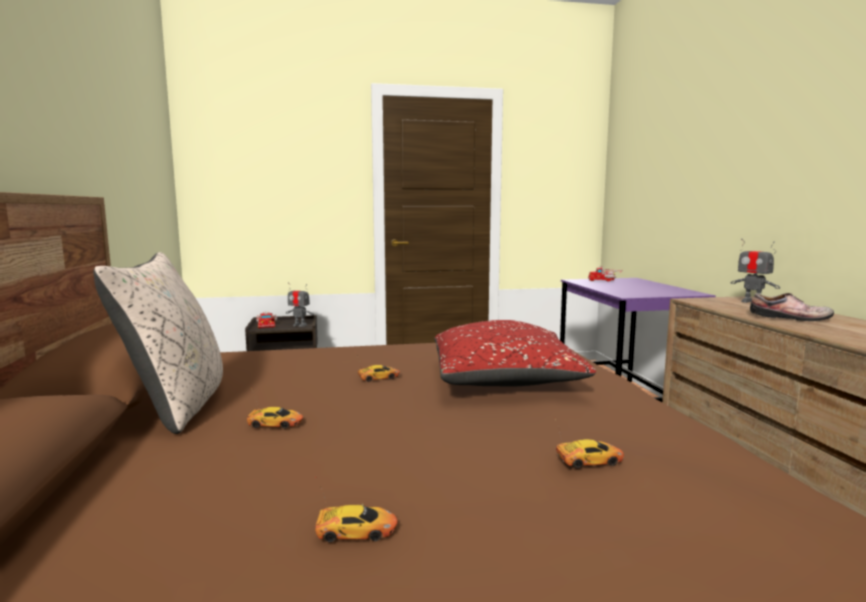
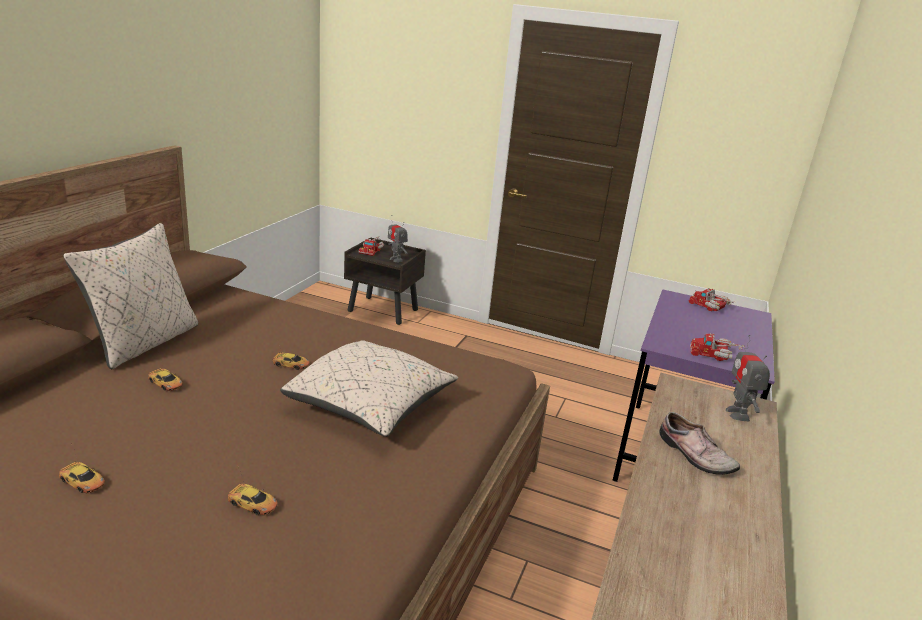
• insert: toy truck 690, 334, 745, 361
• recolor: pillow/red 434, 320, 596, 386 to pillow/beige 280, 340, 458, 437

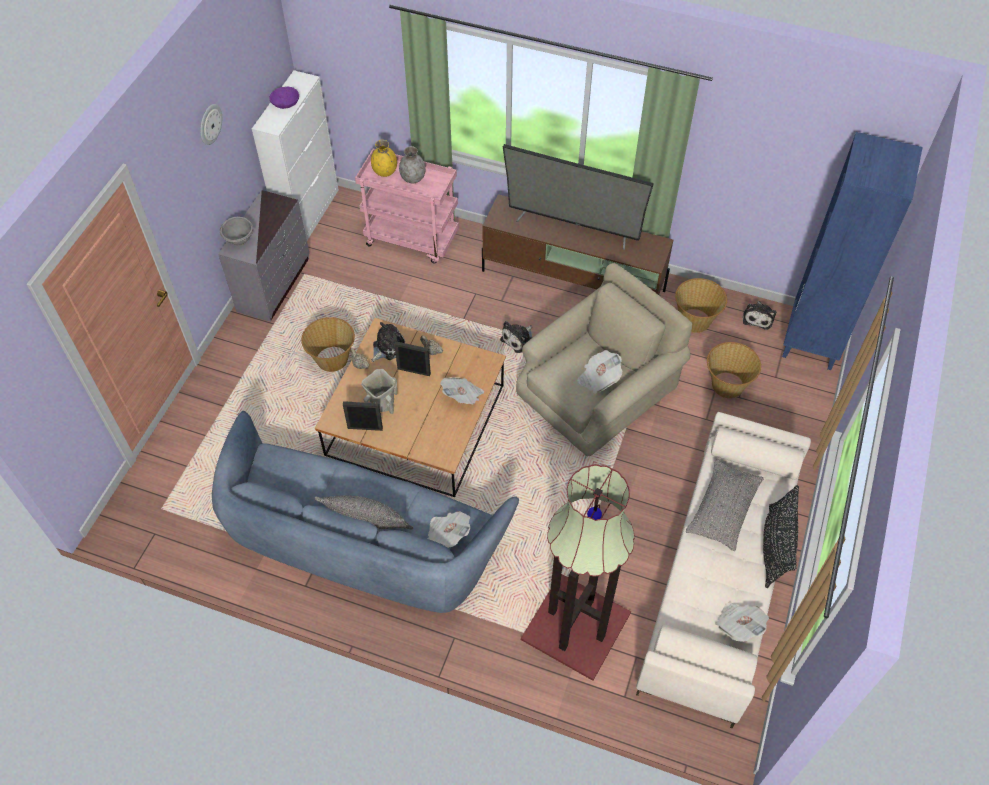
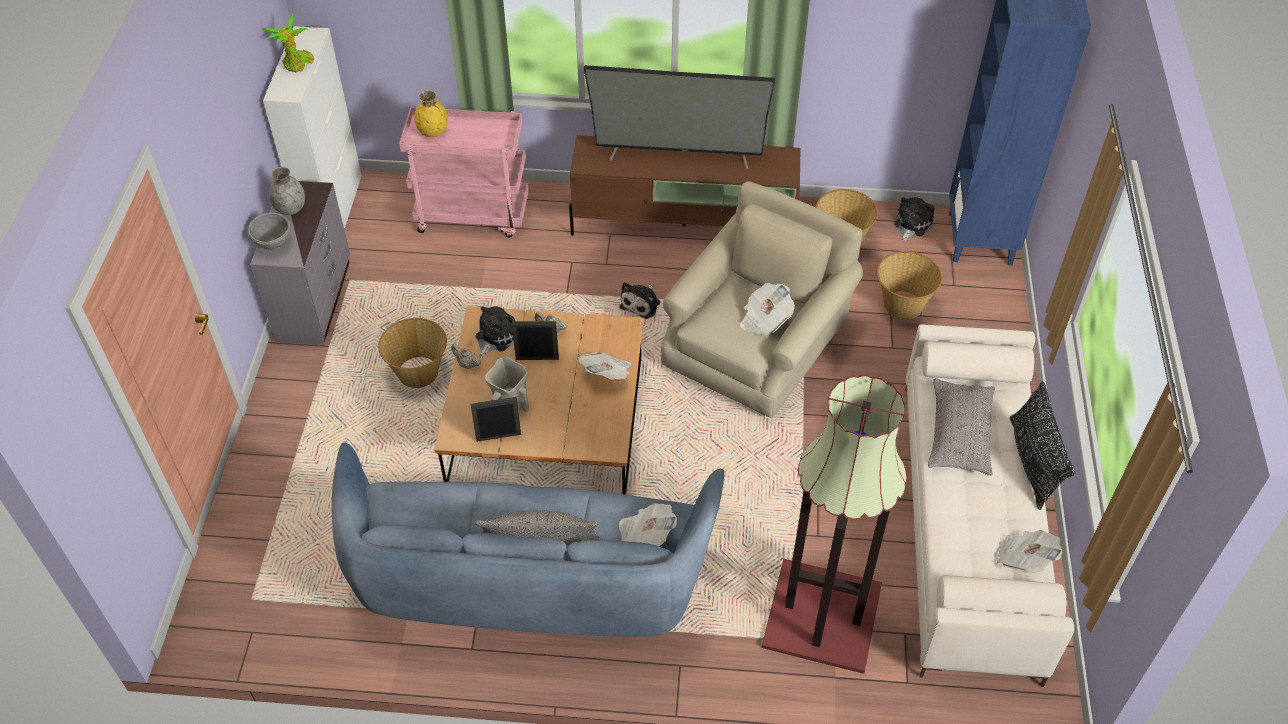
• delete: wall clock 200, 104, 222, 145
• move: vase/grey 399, 146, 426, 183 to 269, 167, 305, 215
• replace: bowl/purple 270, 87, 299, 109 to potted plant 263, 13, 314, 72
• rotate: plush toy 743, 301, 776, 330 = 894, 197, 934, 242 150 degrees counterclockwise

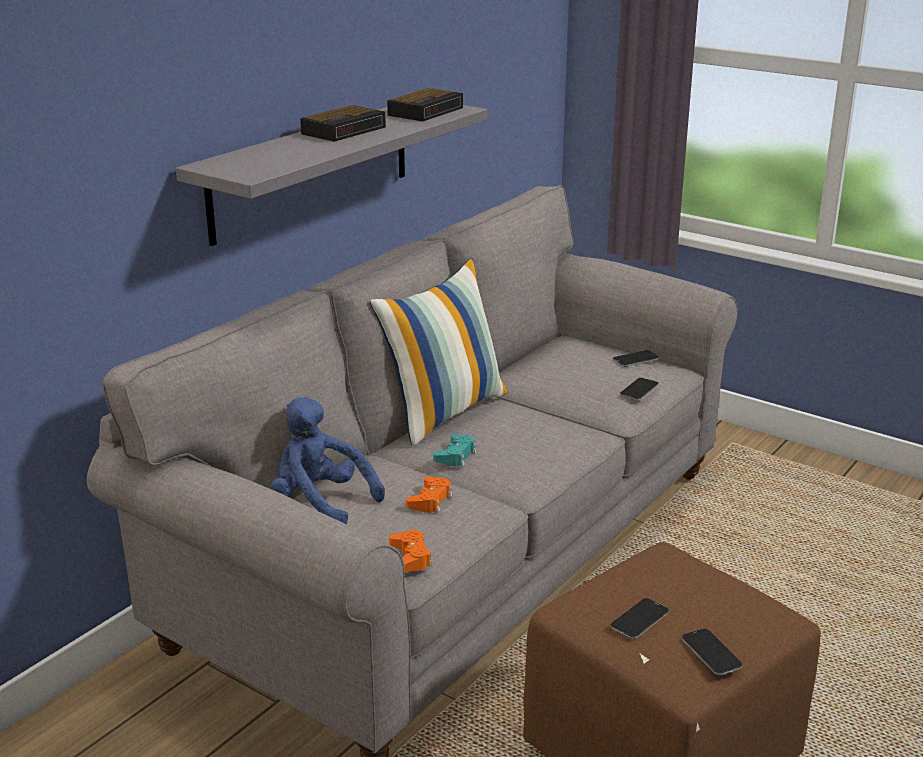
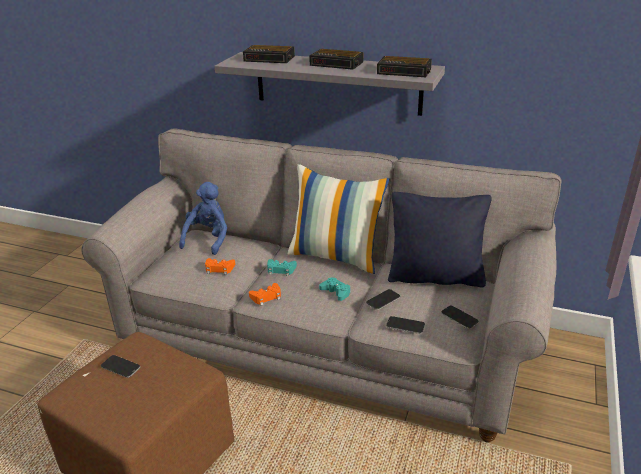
• insert: alarm clock 243, 45, 295, 63
• insert: game controller/turquoise 319, 277, 351, 301
• insert: pillow/black 388, 192, 492, 287
• move: game controller/orange 389, 530, 432, 572 to 249, 283, 281, 306
• move: phone 682, 629, 743, 675 to 366, 289, 400, 310

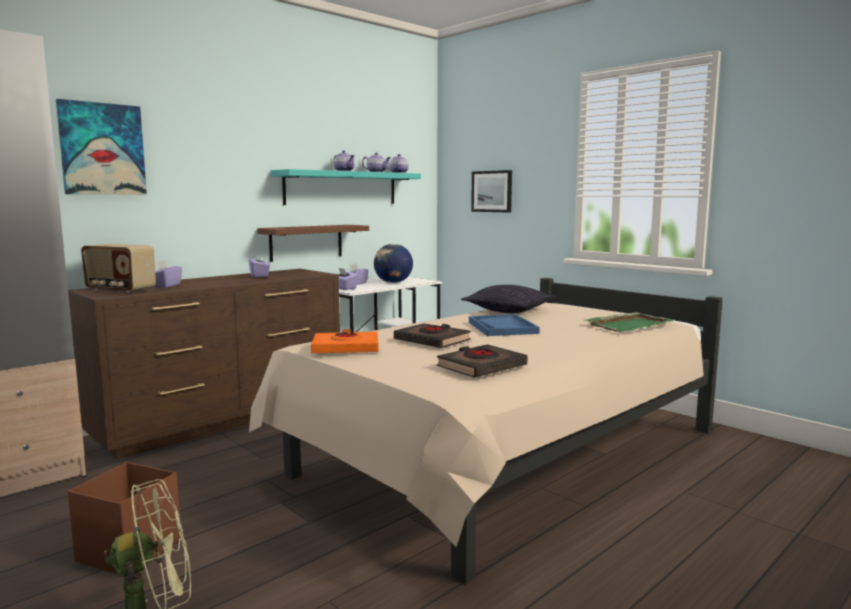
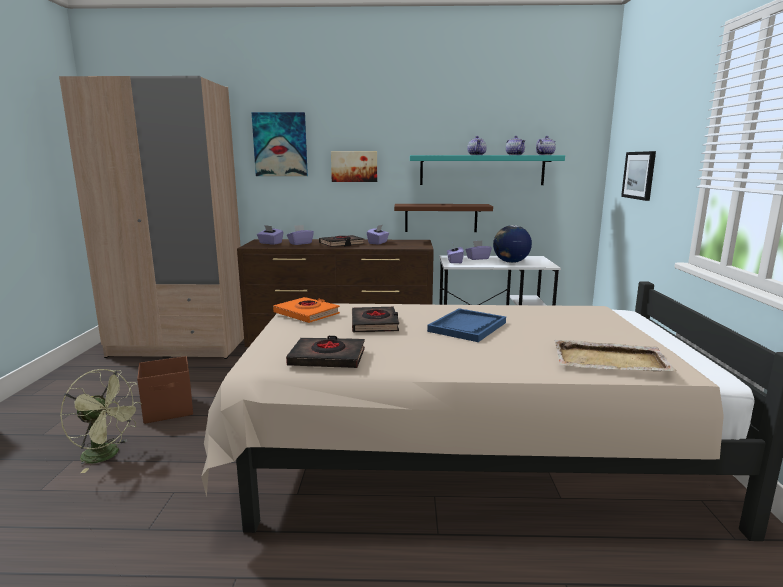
• delete: pillow 461, 285, 555, 313
• insert: book/black 319, 235, 365, 247
• insert: picture 331, 151, 377, 182
• replace: radio 81, 244, 156, 293 to tissue box/purple 257, 225, 284, 245
• recolor: tray/green 583, 312, 675, 332 to tray/beige 555, 340, 676, 371

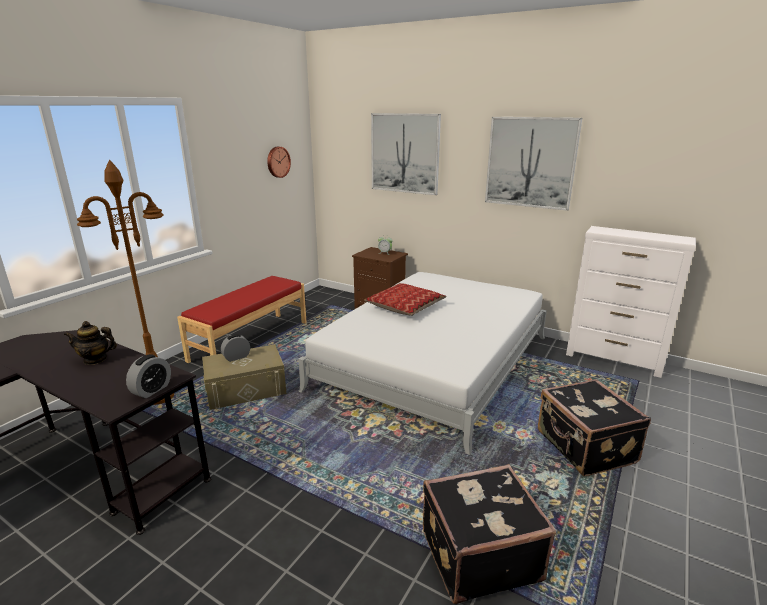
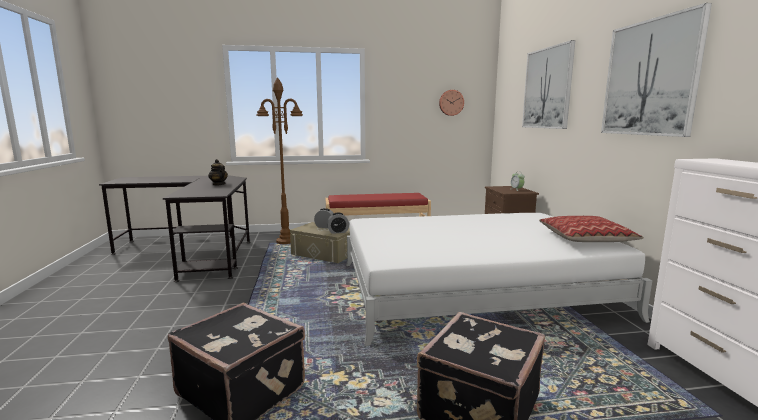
• move: alarm clock 126, 354, 171, 398 to 327, 213, 349, 234
• move: pillow 364, 283, 447, 316 to 539, 216, 644, 242

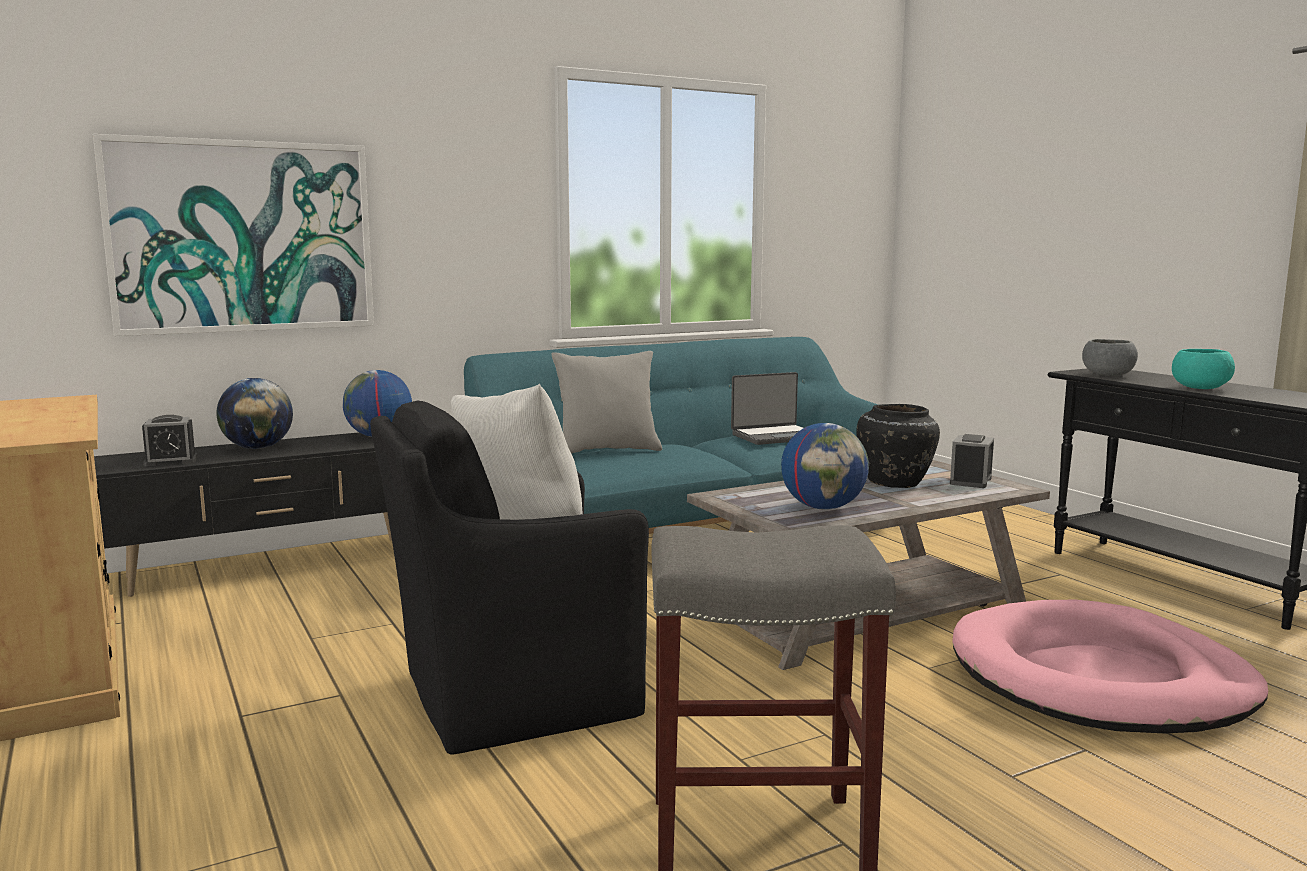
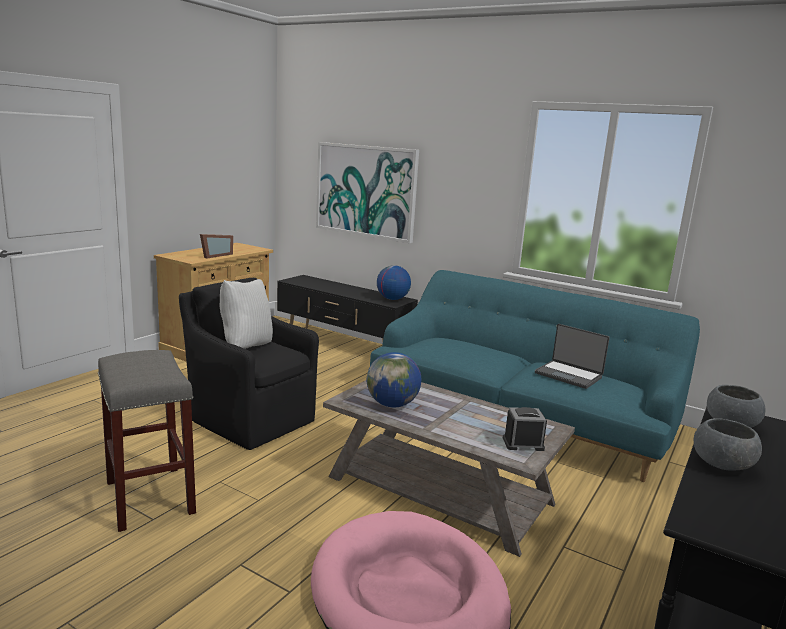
• delete: alarm clock 142, 415, 197, 466
• delete: globe 217, 378, 293, 449
• delete: pillow/grey 552, 351, 662, 454
• delete: vase/black 856, 404, 940, 488
• insert: picture frame 200, 234, 233, 258
• recolor: bowl/turquoise 1172, 349, 1235, 389 to bowl/grey 694, 418, 762, 471

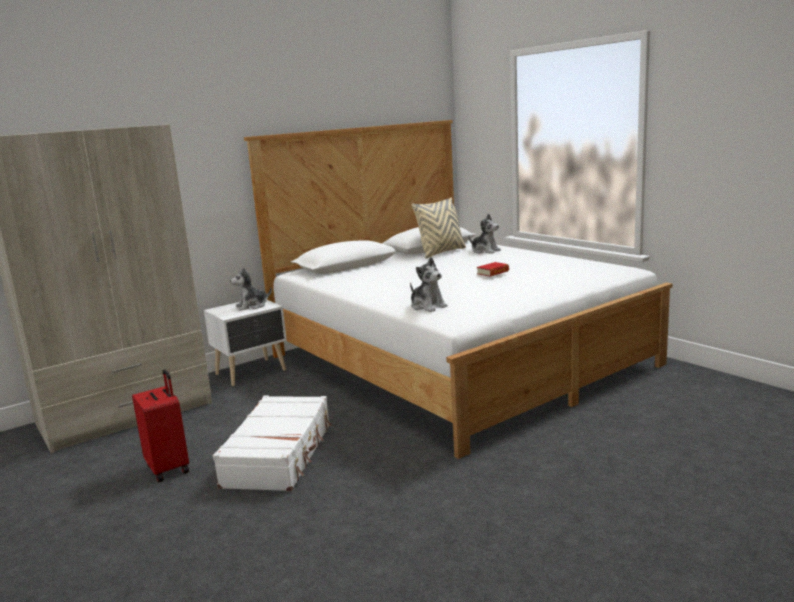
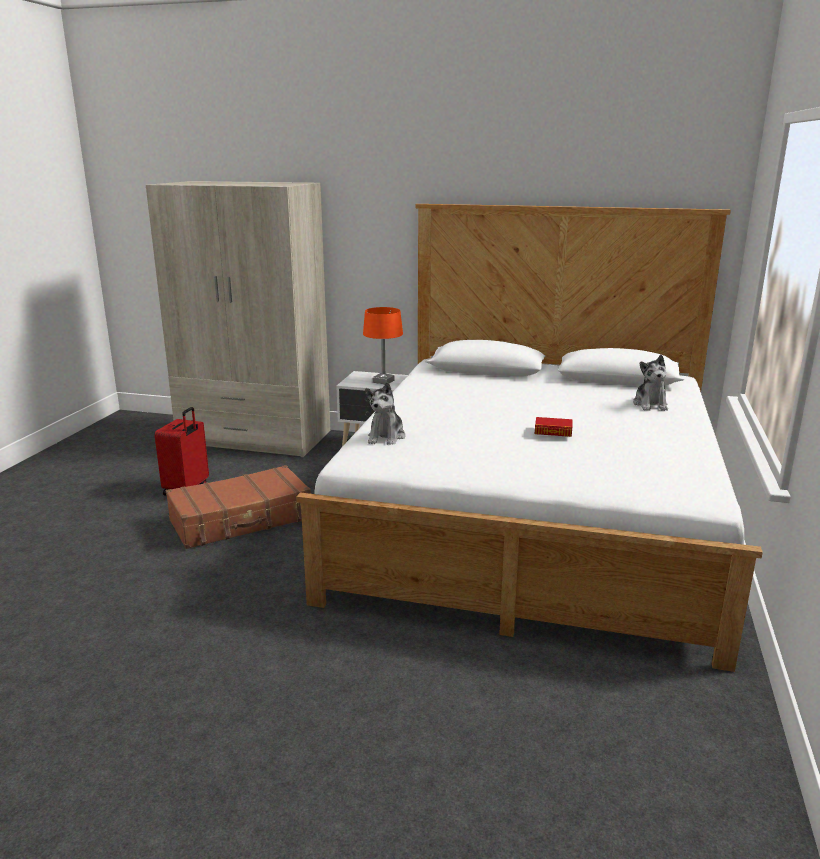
• delete: pillow/beige 411, 197, 466, 259
• replace: plush toy 230, 267, 272, 310 to table lamp/orange 363, 307, 403, 384
• recolor: suitcase/white 213, 396, 332, 491 to suitcase/brown 166, 465, 311, 549

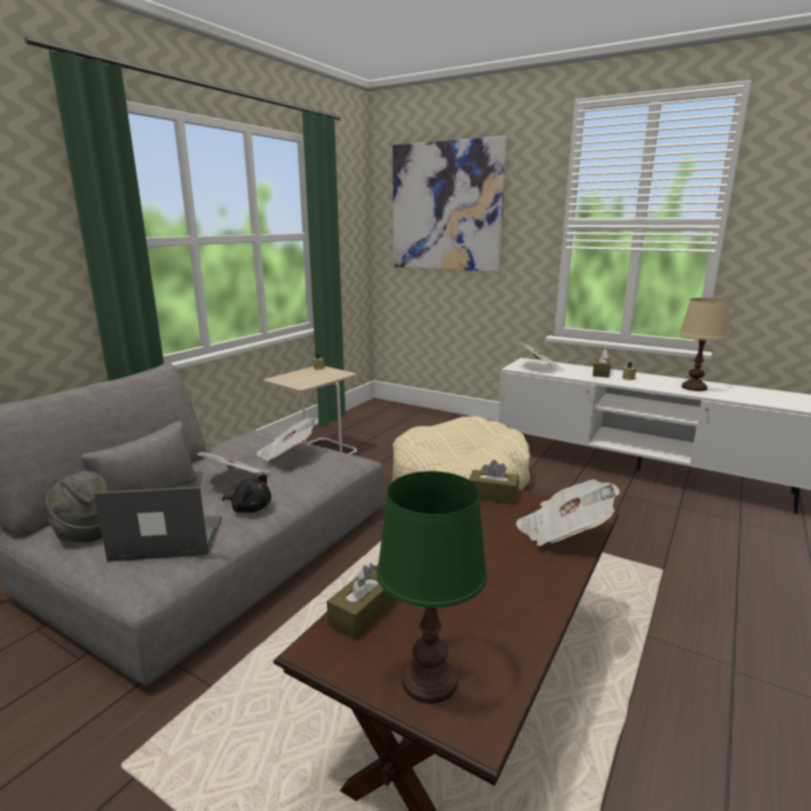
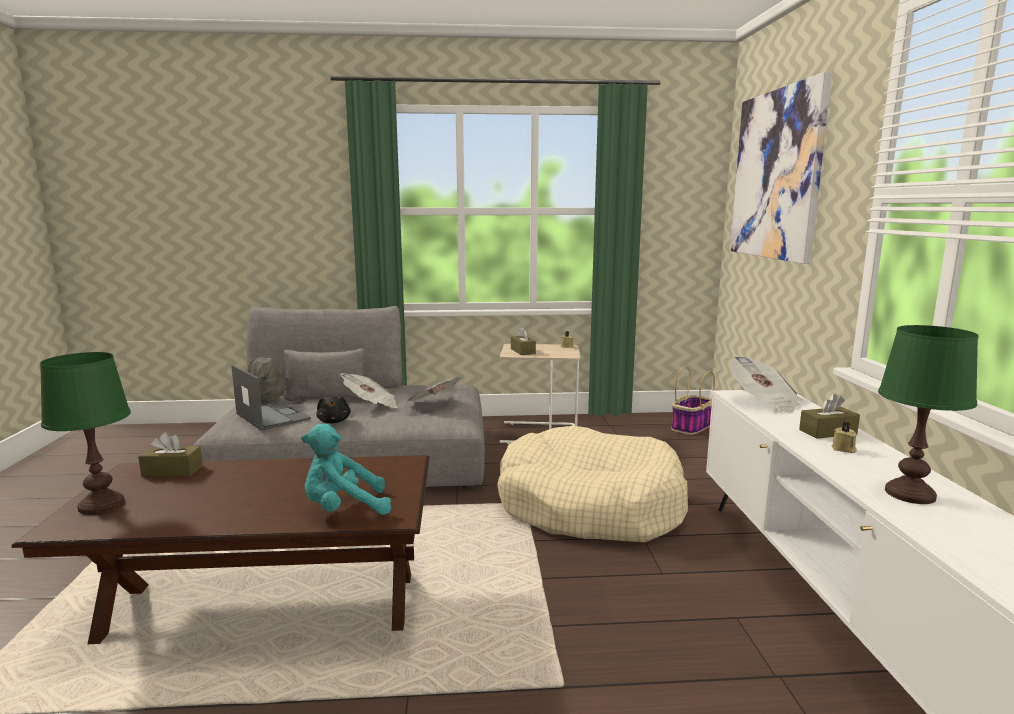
• insert: basket 671, 366, 715, 435
• move: tissue box/brown 469, 460, 519, 504 to 511, 326, 536, 355
• replace: newspaper 516, 479, 620, 546 to plush toy/turquoise 301, 423, 391, 515
• recolor: table lamp/beige 679, 298, 730, 391 to table lamp/green 878, 325, 979, 504

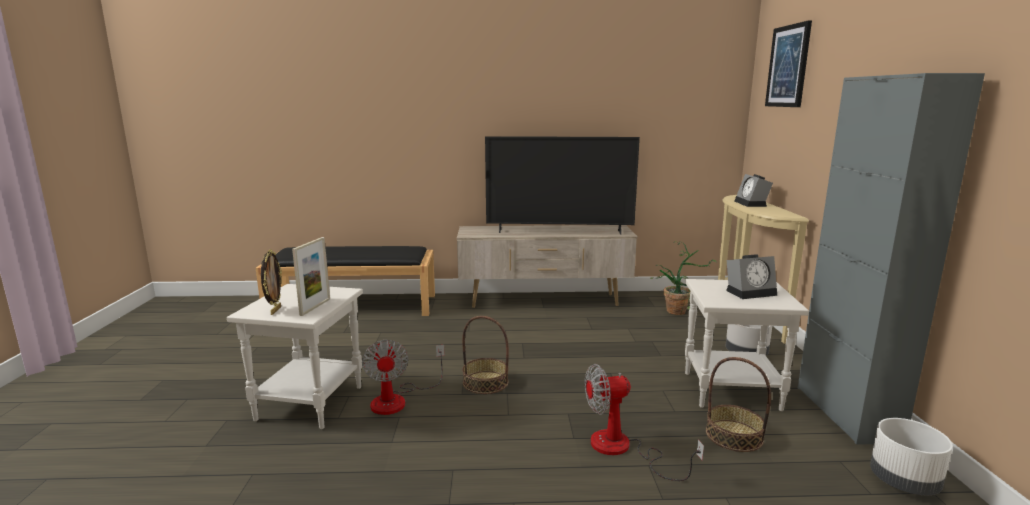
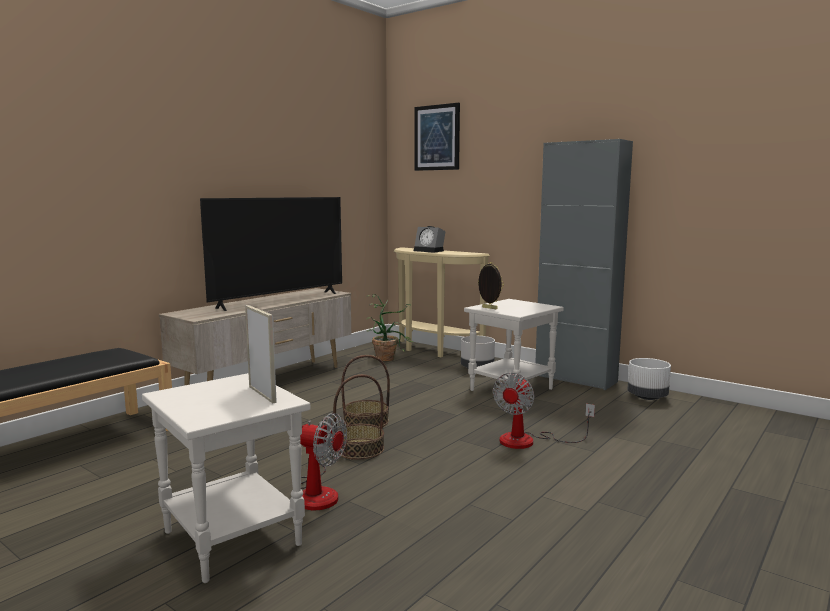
• delete: alarm clock 726, 254, 777, 299
• move: picture frame 261, 249, 282, 315 to 478, 262, 504, 309
• move: basket 706, 357, 771, 452 to 341, 355, 390, 427

